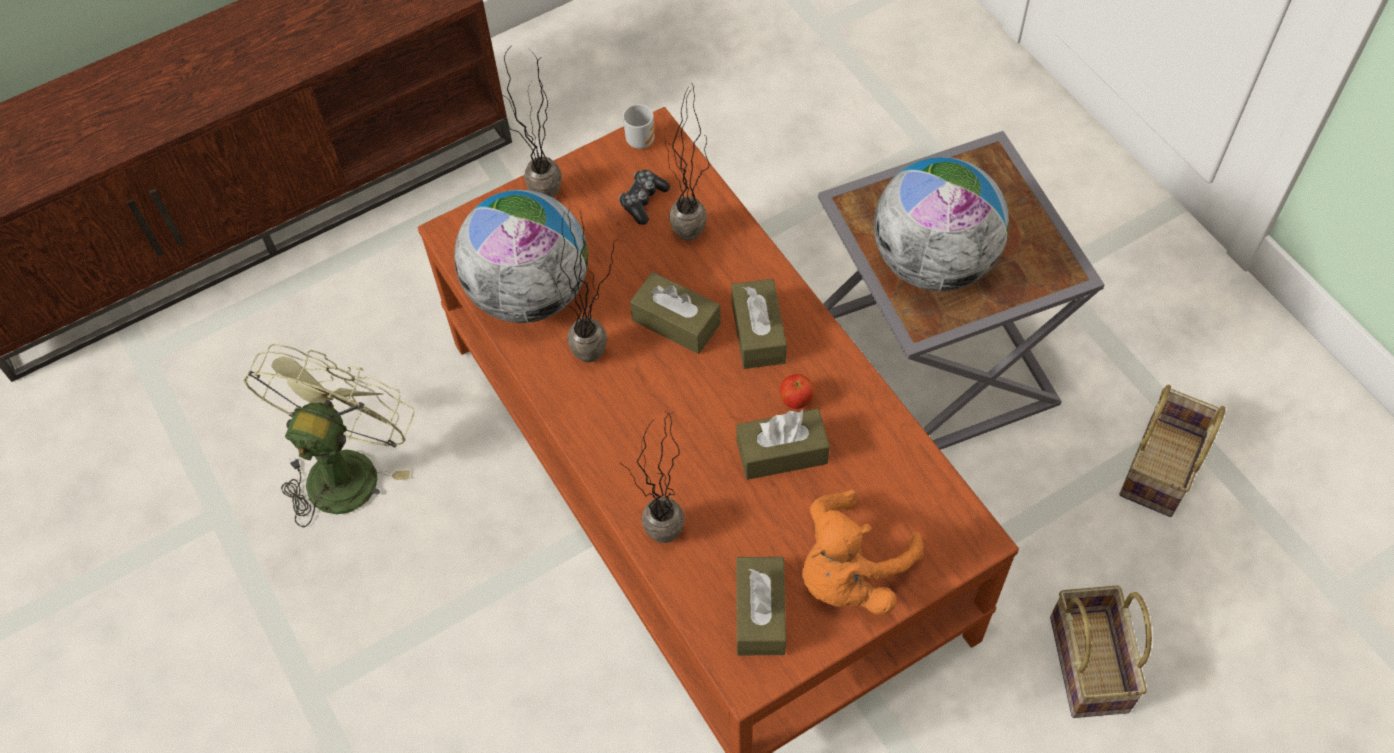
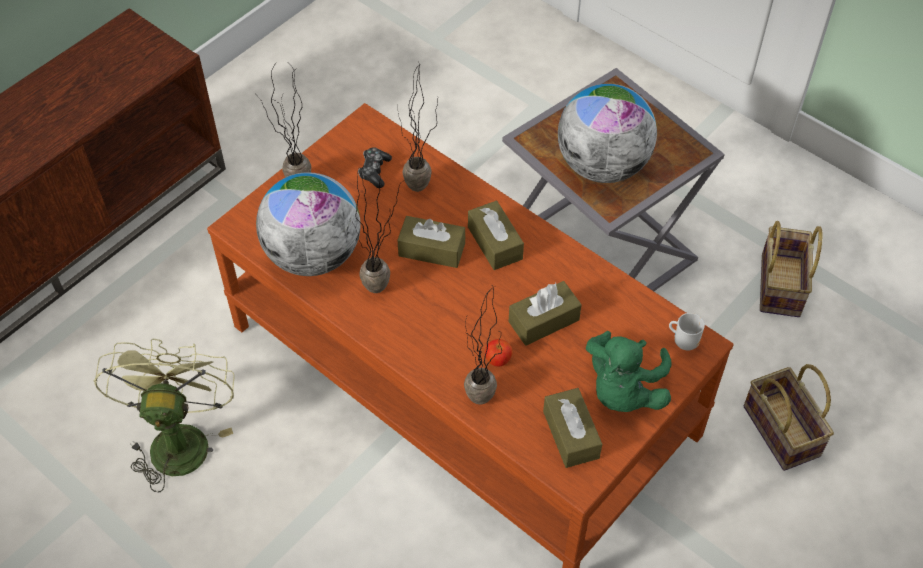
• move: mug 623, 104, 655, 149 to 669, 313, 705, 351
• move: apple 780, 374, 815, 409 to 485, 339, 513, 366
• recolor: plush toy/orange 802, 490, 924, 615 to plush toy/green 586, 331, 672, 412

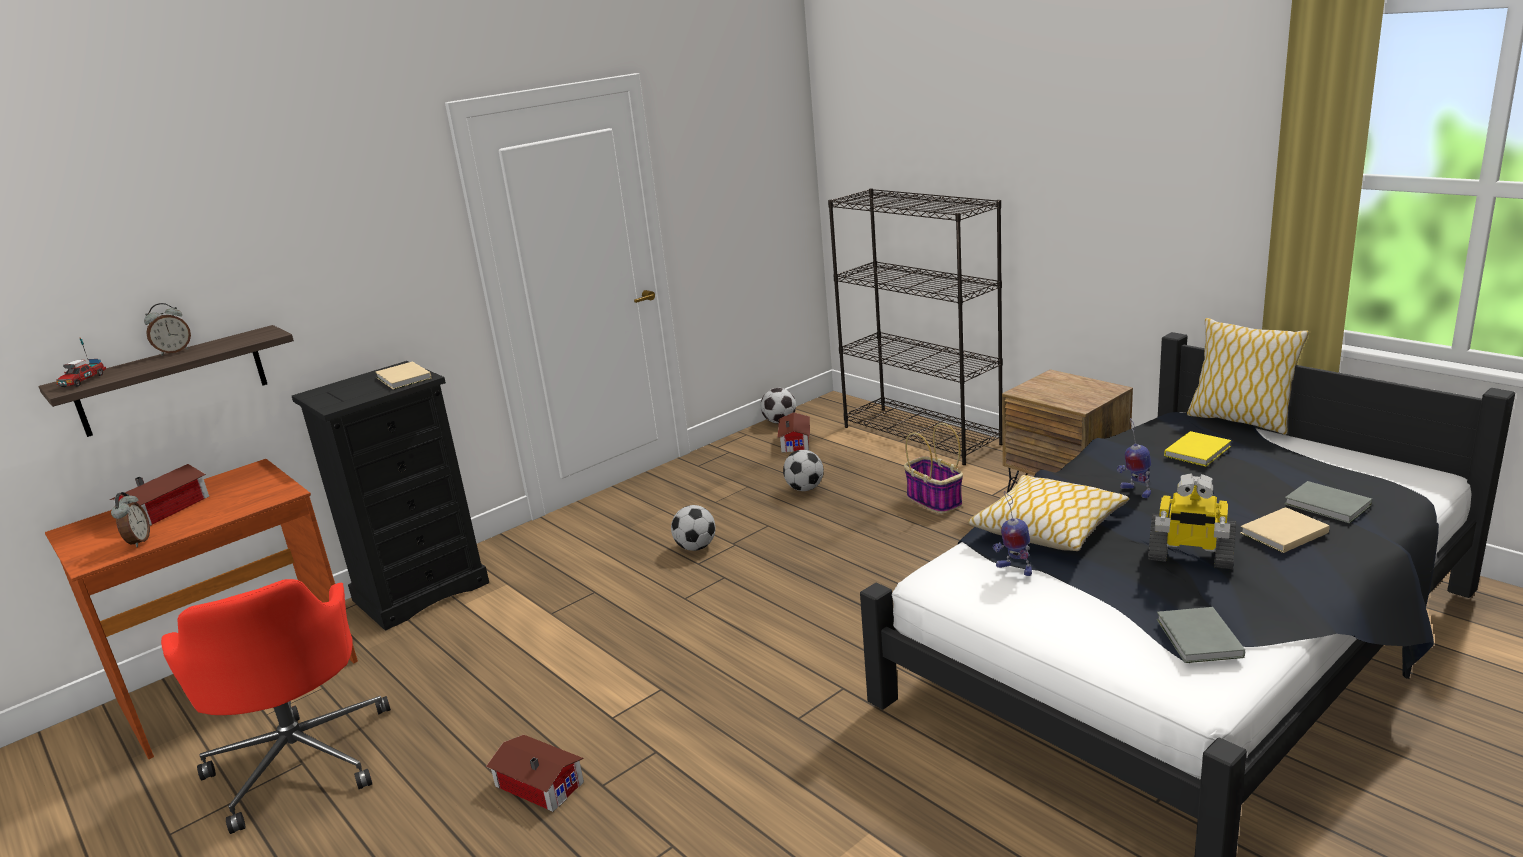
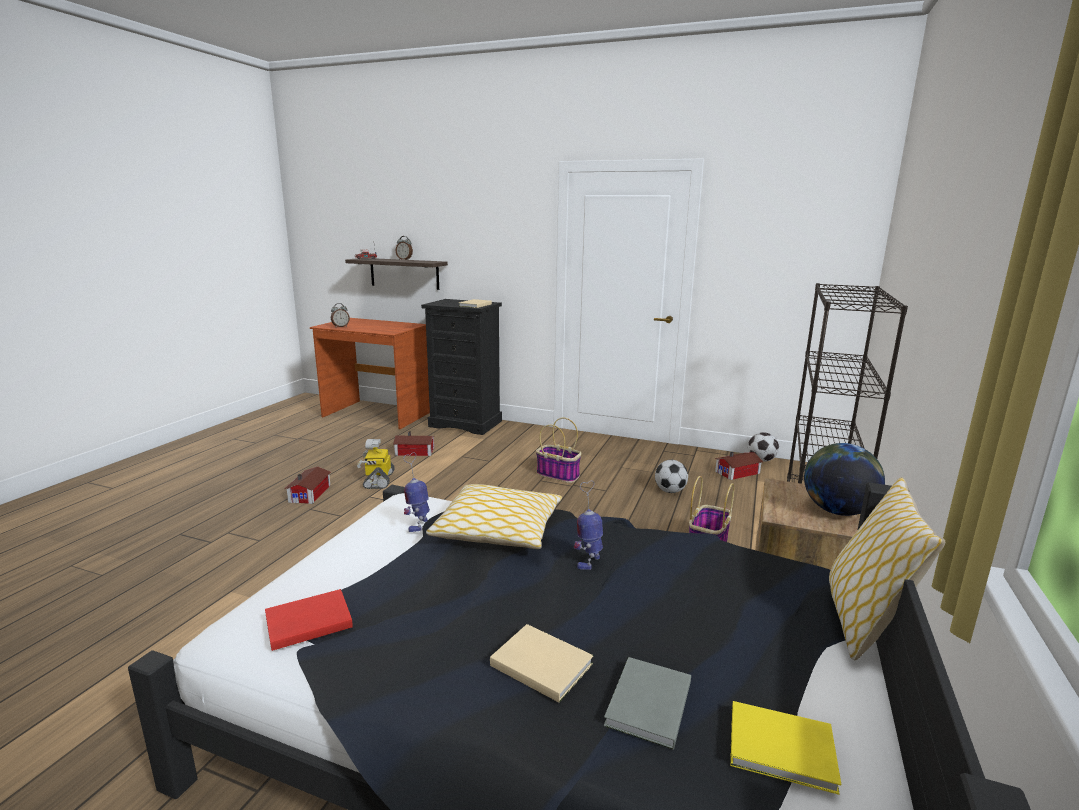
• delete: office chair/red 161, 579, 391, 834
• insert: globe 804, 443, 885, 516
• move: toy house 110, 464, 209, 526 to 393, 431, 434, 456
• move: toy robot 1148, 473, 1236, 569 to 357, 439, 395, 489
• move: book/yellow 1164, 431, 1231, 466 to 730, 701, 841, 795
• replace: football 671, 505, 716, 551 to basket 536, 418, 582, 483
• recolor: book/grey 1157, 607, 1245, 663 to book/red 265, 589, 353, 651

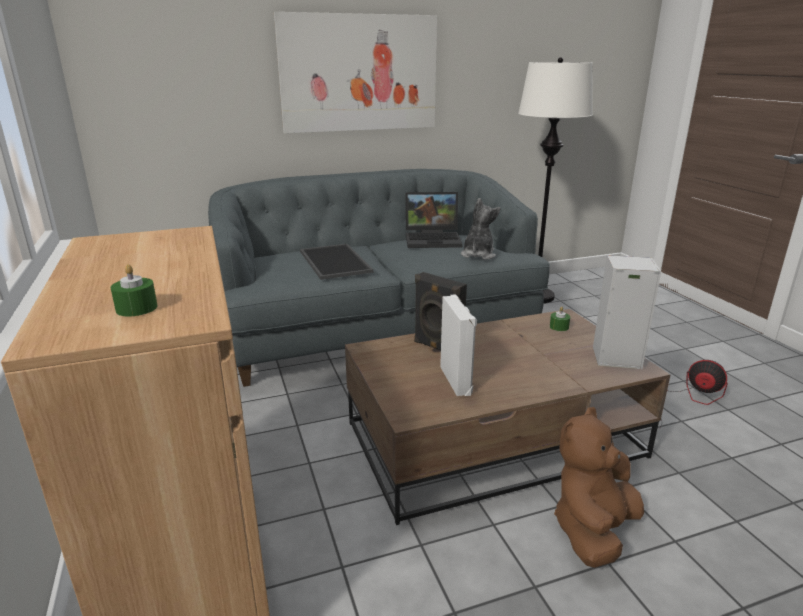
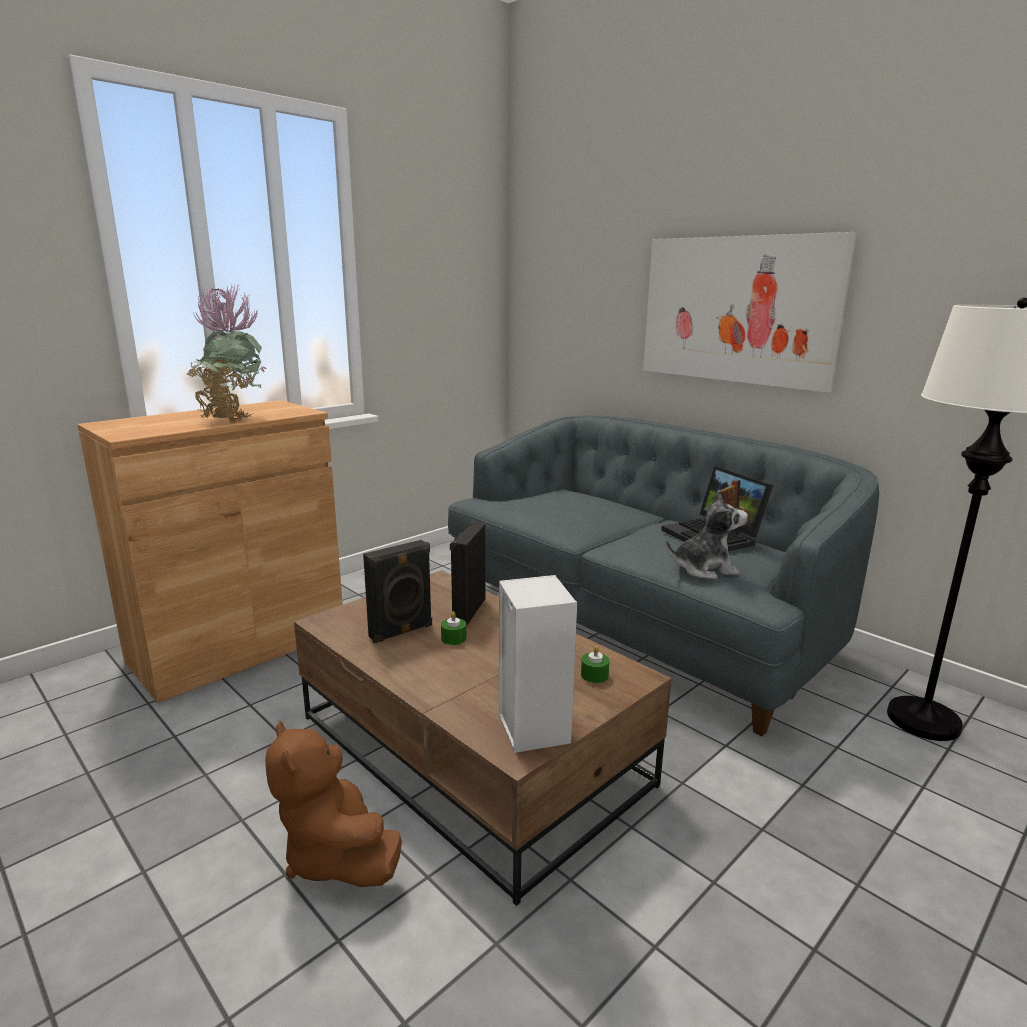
• delete: tray 300, 244, 373, 280
• delete: fan 659, 360, 728, 429
• insert: potted plant 186, 284, 267, 422
• move: candle/green 110, 264, 158, 316 to 441, 611, 466, 645
• recolor: speaker/white 440, 294, 477, 396 to speaker/black 363, 540, 432, 643
• rotate: plush toy/brown 554, 407, 644, 568 = 265, 721, 402, 887 135 degrees counterclockwise

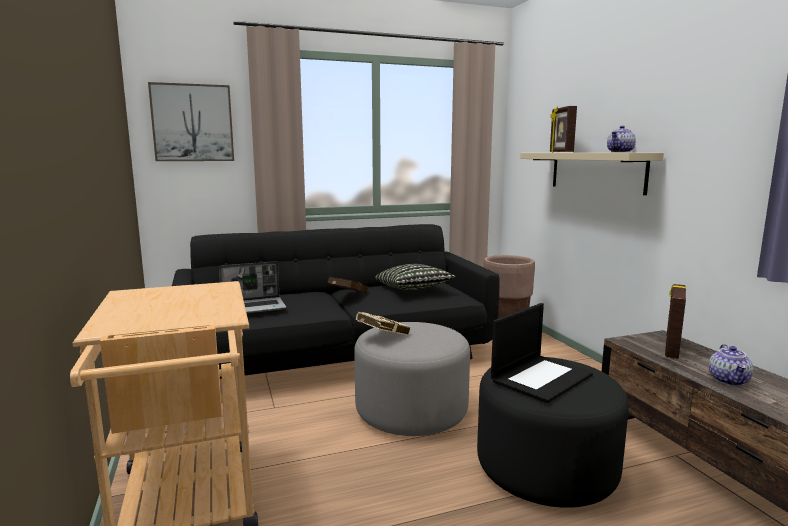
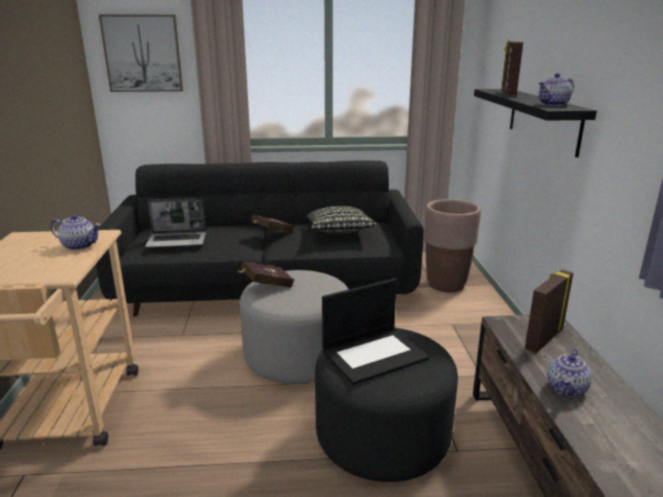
• insert: teapot 50, 214, 101, 250
• recolor: book/beige 356, 312, 411, 335 to book/red 237, 261, 294, 288
• recolor: shelf/beige 520, 153, 664, 195 to shelf/black 474, 89, 597, 157

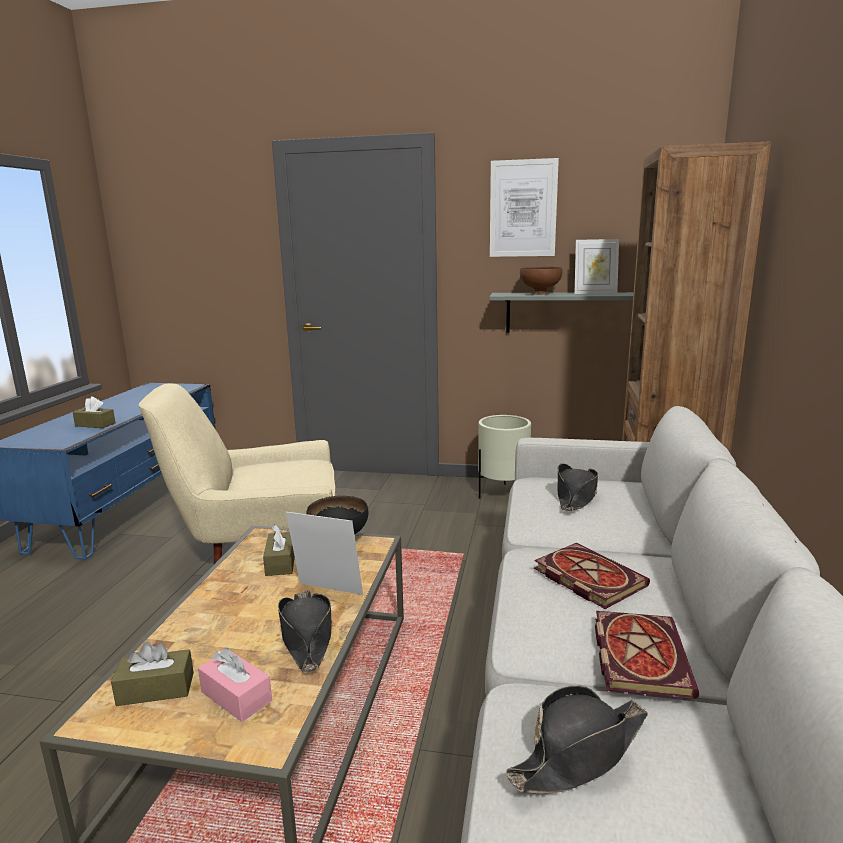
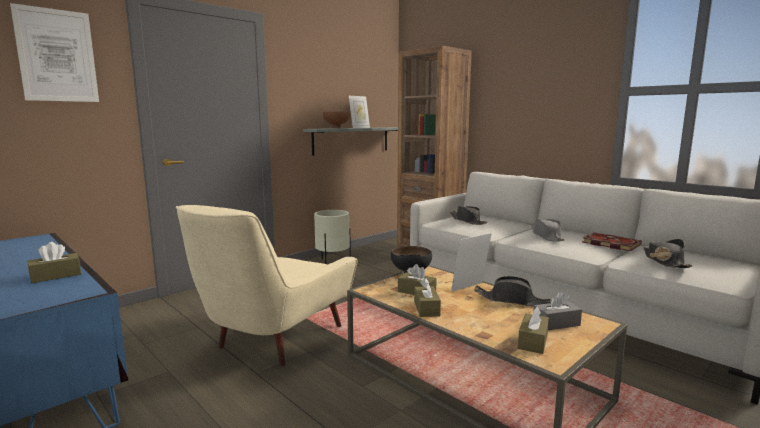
• insert: tissue box/brown 414, 278, 441, 317
• move: picture 490, 158, 559, 257 to 10, 3, 99, 102
• replace: book 534, 543, 650, 609 to hat/grey 531, 218, 564, 242
• recolor: tissue box/pink 198, 648, 272, 722 to tissue box/grey 533, 291, 582, 330

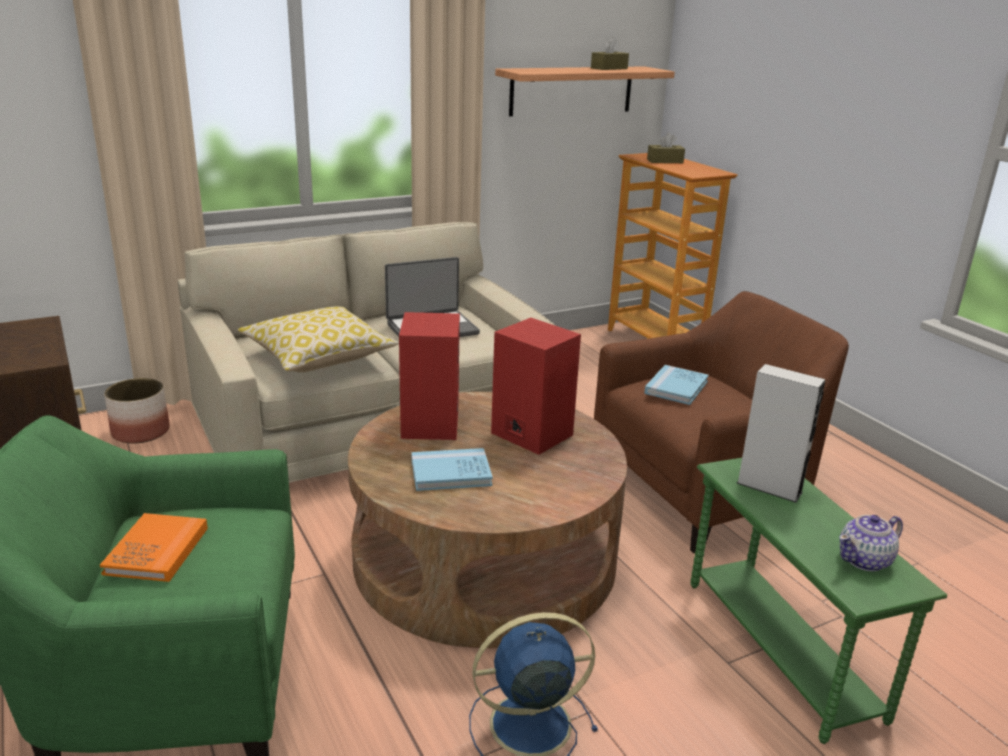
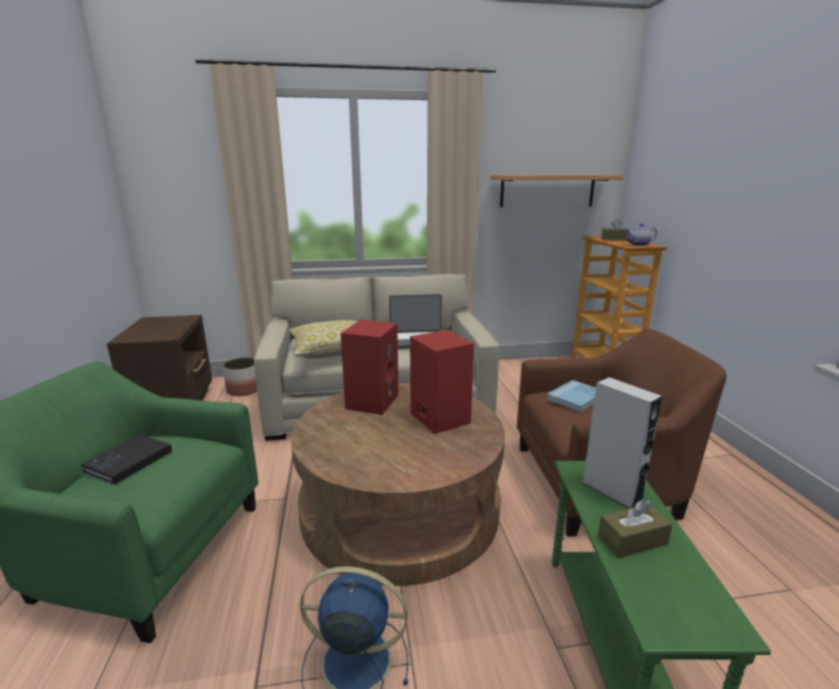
• delete: book/blue 411, 448, 493, 491
• move: tissue box/brown 591, 37, 629, 70 to 598, 499, 673, 558
• move: teapot 839, 515, 903, 571 to 625, 223, 657, 246
• recolor: book/orange 100, 513, 208, 582 to book/black 81, 435, 172, 485

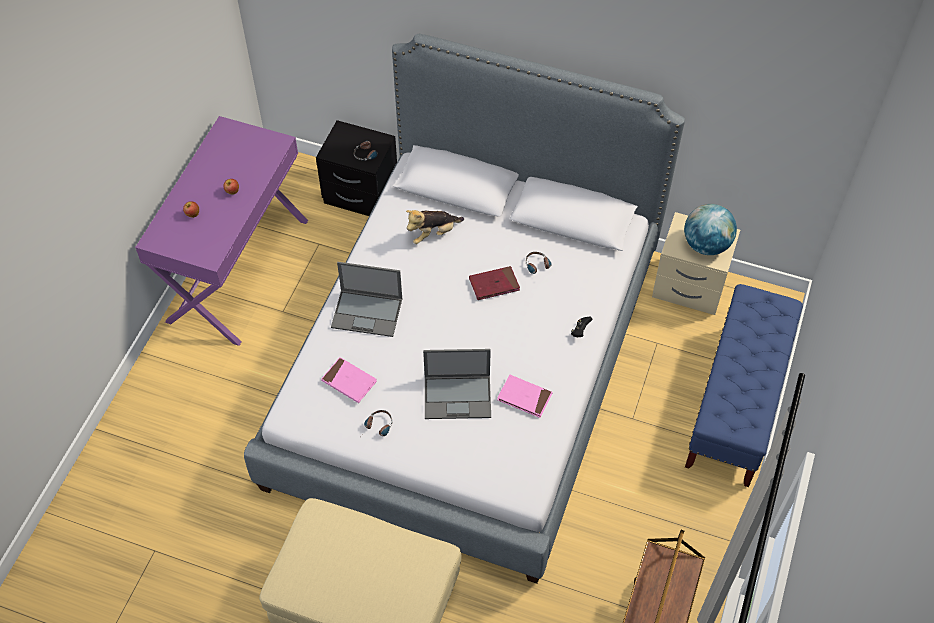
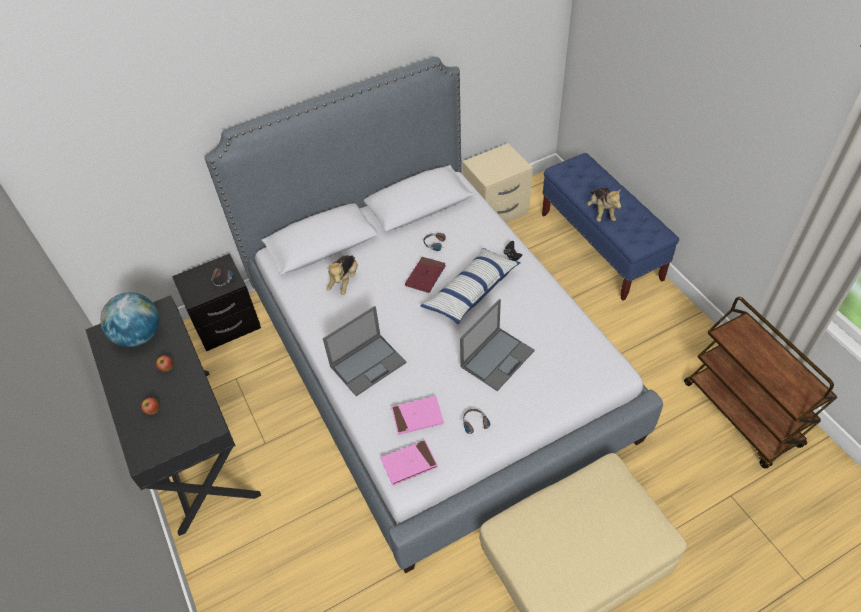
• insert: pillow 420, 248, 521, 324
• insert: plush toy 587, 188, 621, 222
• move: book/pink 497, 375, 553, 418 to 380, 440, 438, 486
• move: globe 684, 204, 737, 255 to 100, 292, 159, 347
• recolor: desk/purple 135, 116, 308, 346 to desk/black 86, 295, 261, 536

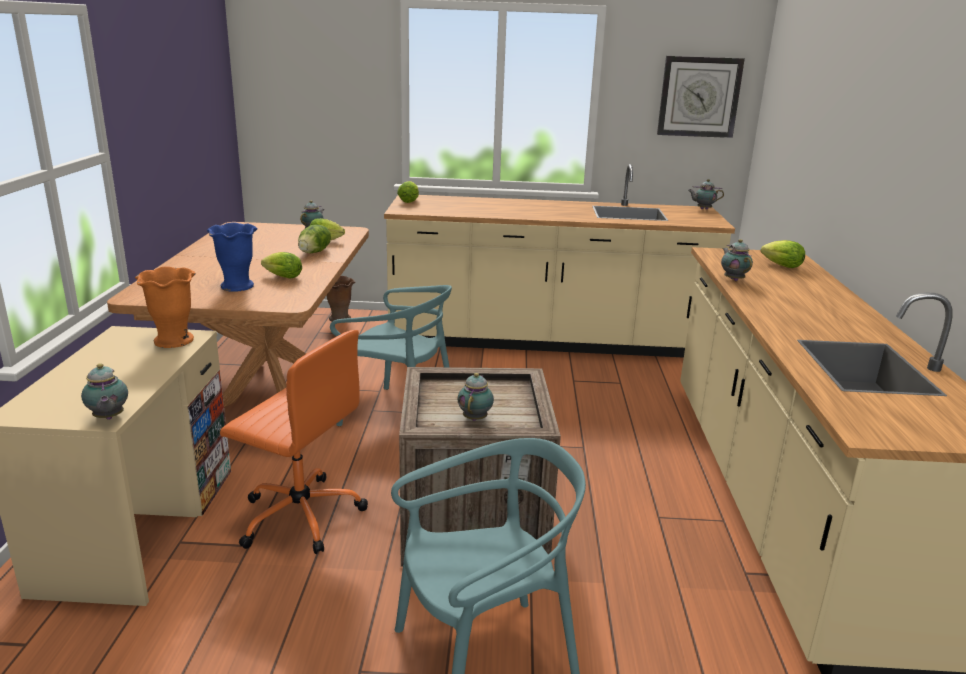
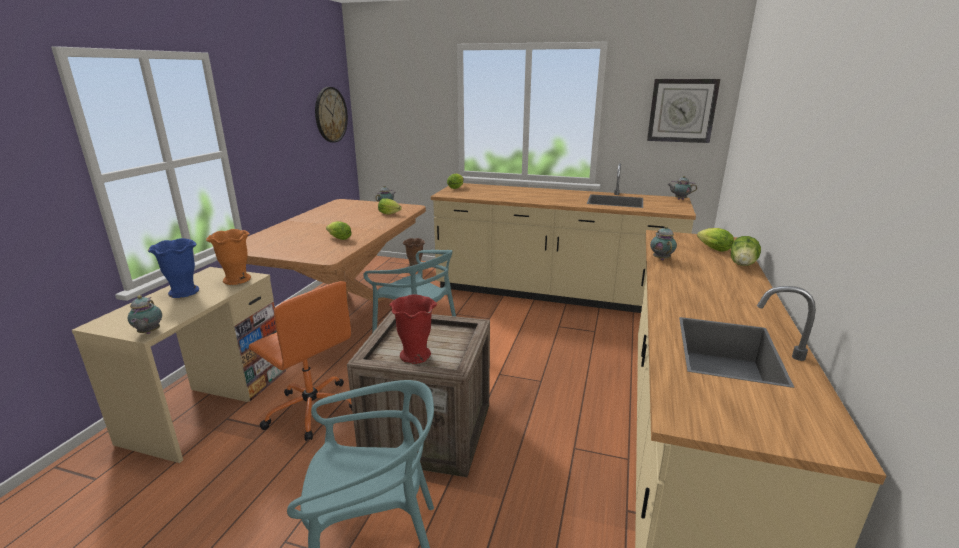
• insert: wall clock 315, 87, 348, 143
• move: vase/blue 207, 222, 258, 292 to 148, 238, 199, 298
• move: lettuce 298, 225, 331, 253 to 731, 236, 761, 266
• replace: teapot 457, 373, 494, 421 to vase/red 389, 294, 437, 364

